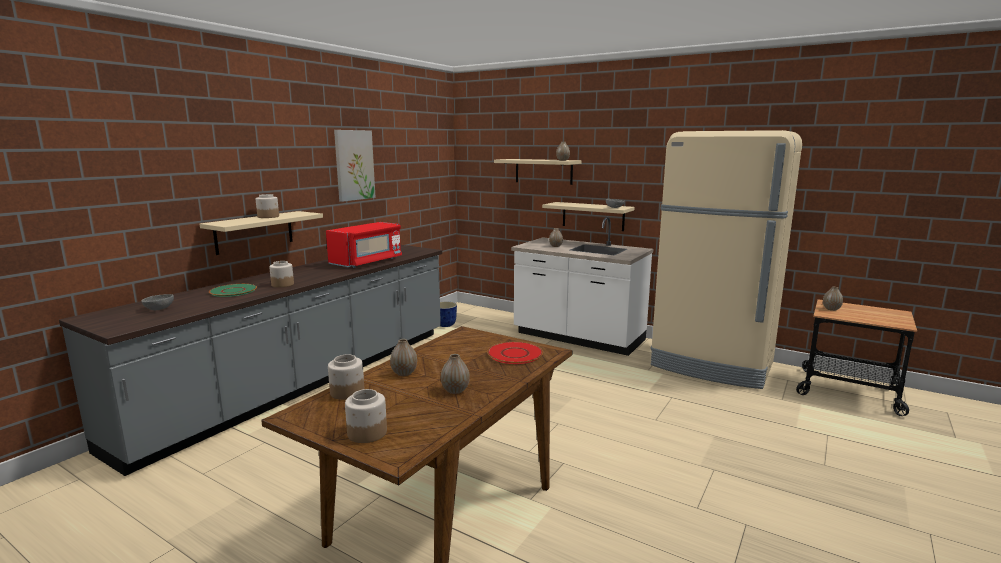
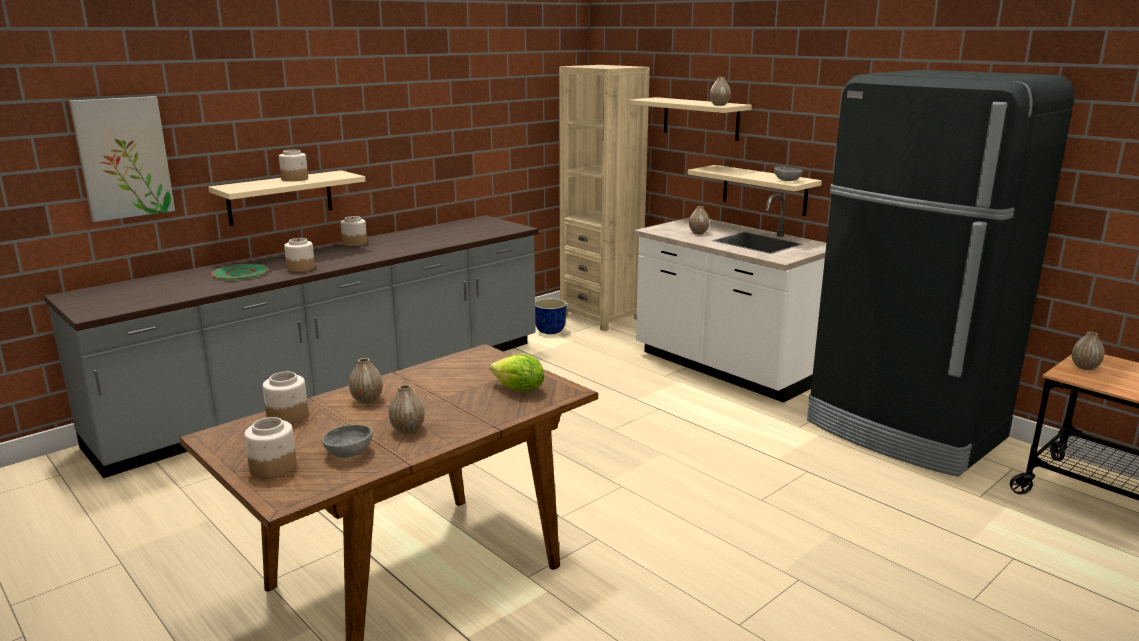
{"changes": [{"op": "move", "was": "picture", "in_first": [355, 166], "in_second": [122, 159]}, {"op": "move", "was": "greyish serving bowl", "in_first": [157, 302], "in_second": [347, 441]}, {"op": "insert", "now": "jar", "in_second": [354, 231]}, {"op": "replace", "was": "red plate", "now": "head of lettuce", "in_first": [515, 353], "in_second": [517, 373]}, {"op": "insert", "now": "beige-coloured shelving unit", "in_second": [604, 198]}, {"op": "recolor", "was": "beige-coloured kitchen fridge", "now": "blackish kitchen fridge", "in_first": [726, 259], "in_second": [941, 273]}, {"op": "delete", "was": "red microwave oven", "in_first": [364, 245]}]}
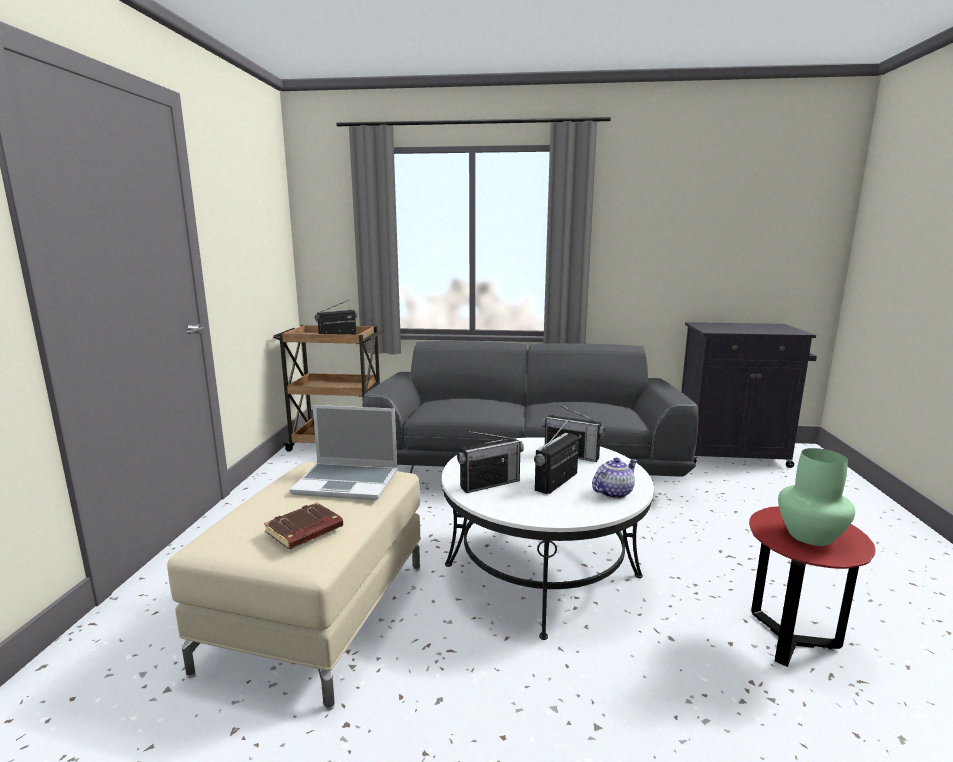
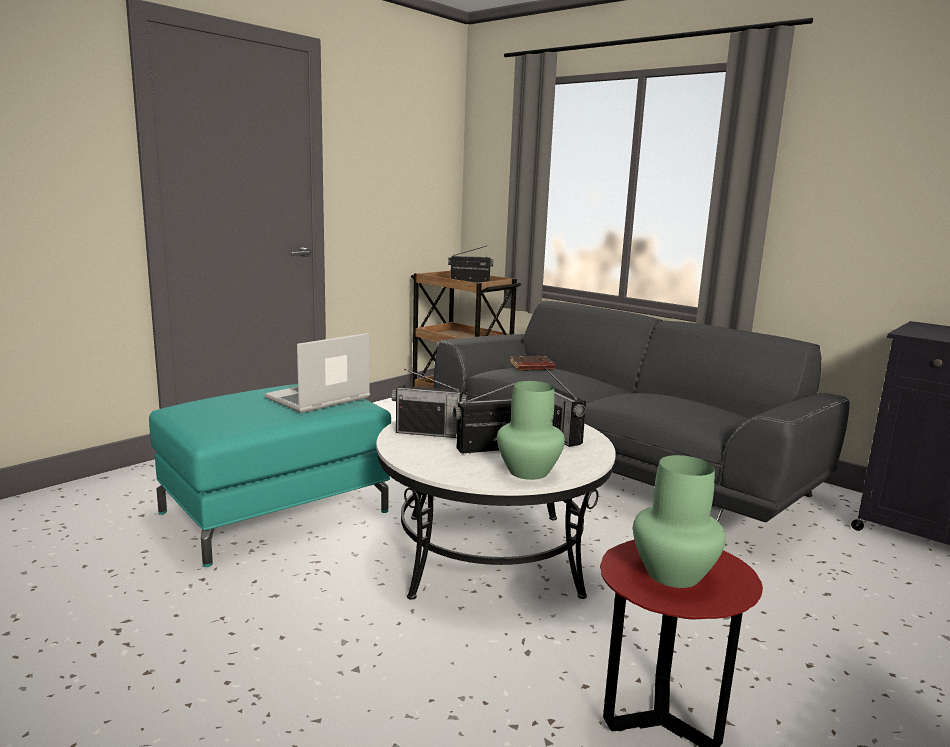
{"changes": [{"op": "recolor", "was": "beige-coloured ottoman", "now": "turquoise-coloured ottoman", "in_first": [294, 586], "in_second": [270, 475]}, {"op": "rotate", "was": "laptop", "in_first": [344, 452], "in_second": [317, 373], "clockwise": 90}, {"op": "replace", "was": "pot for tea", "now": "green-coloured flower vase", "in_first": [614, 478], "in_second": [531, 430]}, {"op": "move", "was": "brown book", "in_first": [303, 525], "in_second": [532, 362]}]}
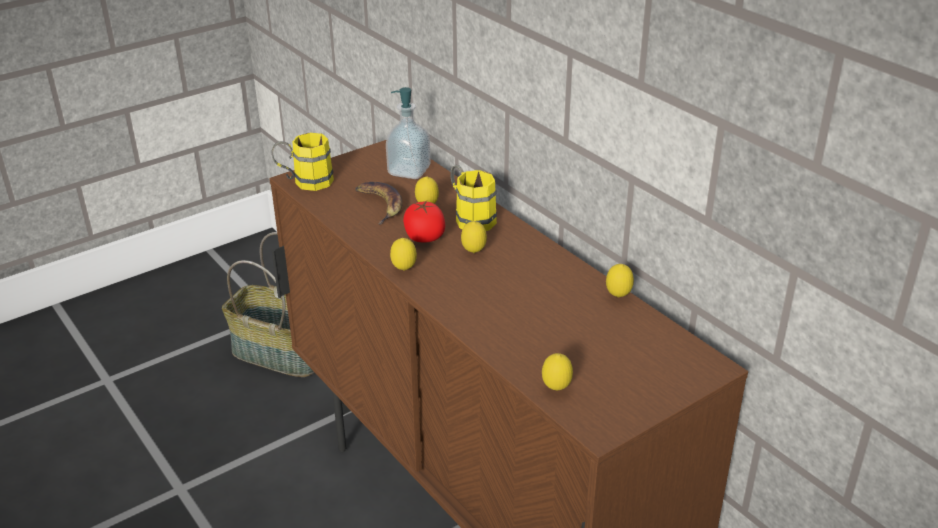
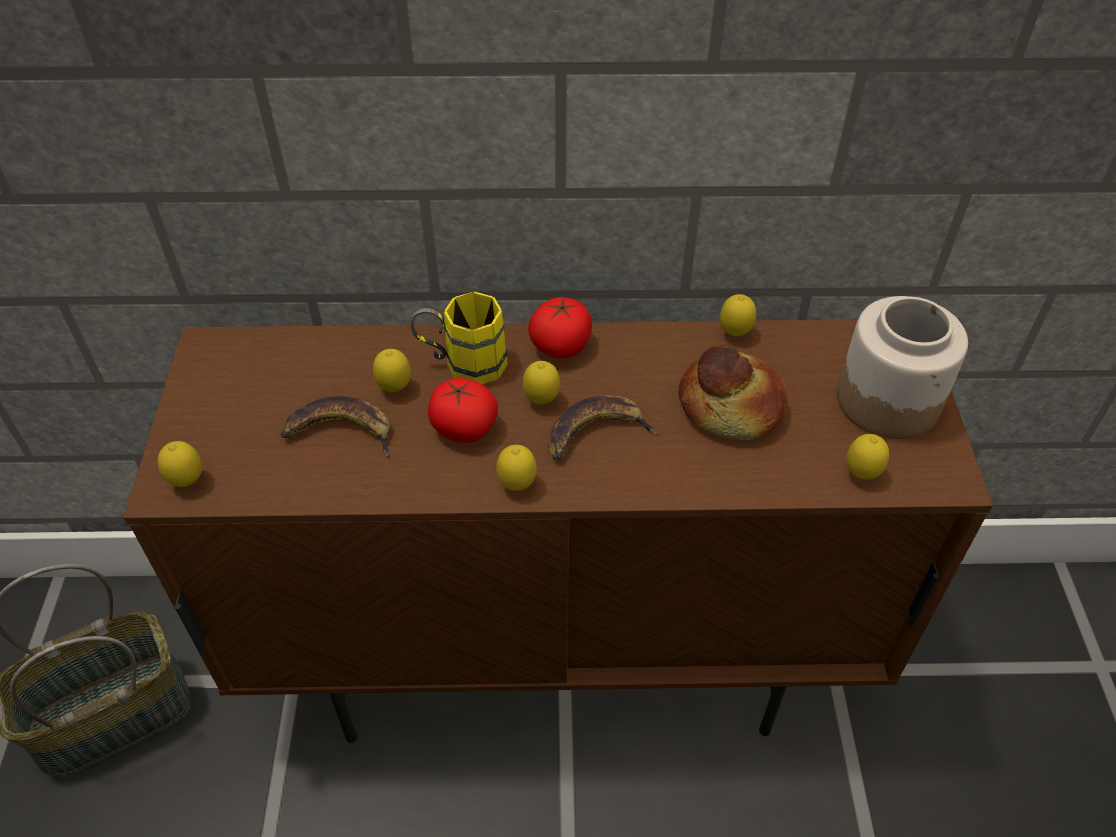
{"changes": [{"op": "replace", "was": "yellow coffee mug", "now": "lemon", "in_first": [303, 162], "in_second": [180, 464]}, {"op": "insert", "now": "whole tomato", "in_second": [560, 327]}, {"op": "insert", "now": "whole banana", "in_second": [603, 427]}, {"op": "insert", "now": "baked bread", "in_second": [733, 392]}, {"op": "insert", "now": "jar", "in_second": [902, 367]}, {"op": "delete", "was": "soap dispenser", "in_first": [408, 133]}]}
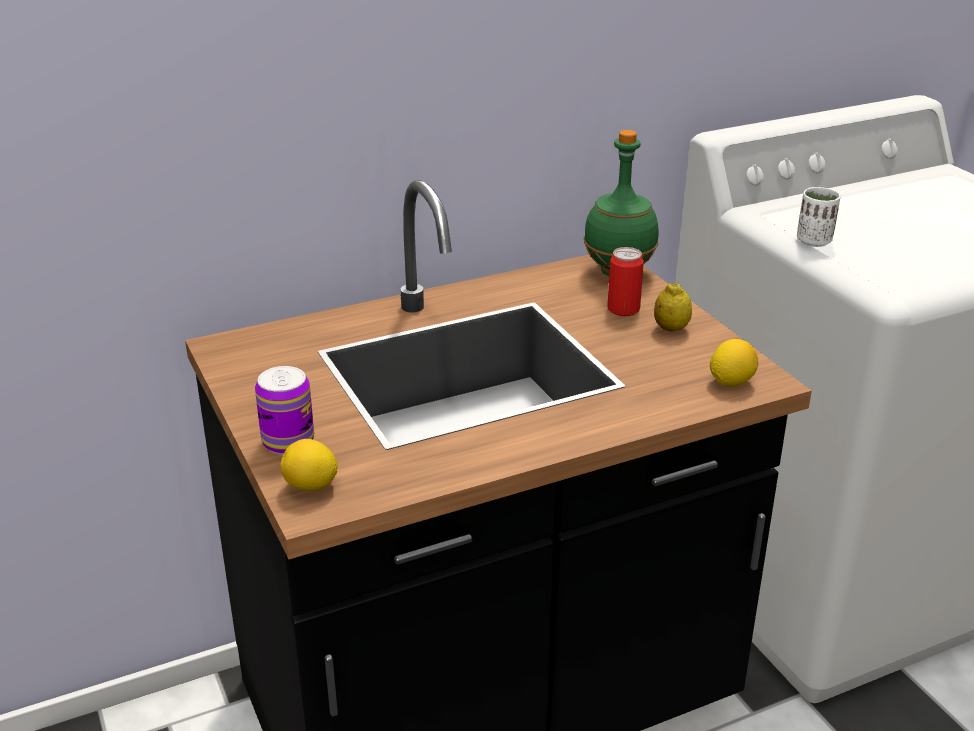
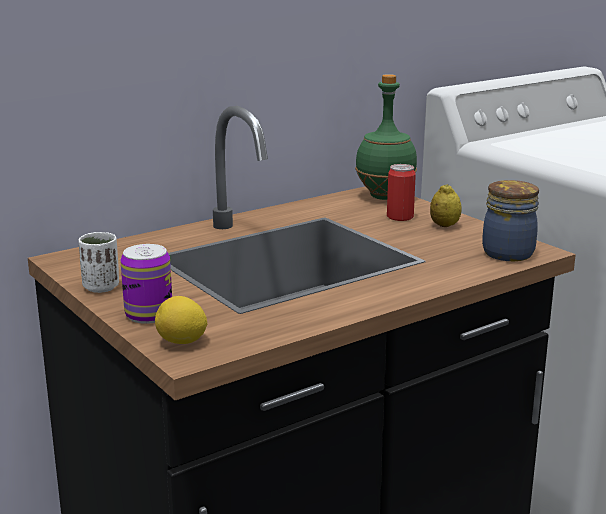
{"changes": [{"op": "move", "was": "white drinking cup", "in_first": [819, 217], "in_second": [98, 262]}, {"op": "replace", "was": "lemon", "now": "jar", "in_first": [734, 362], "in_second": [510, 220]}]}
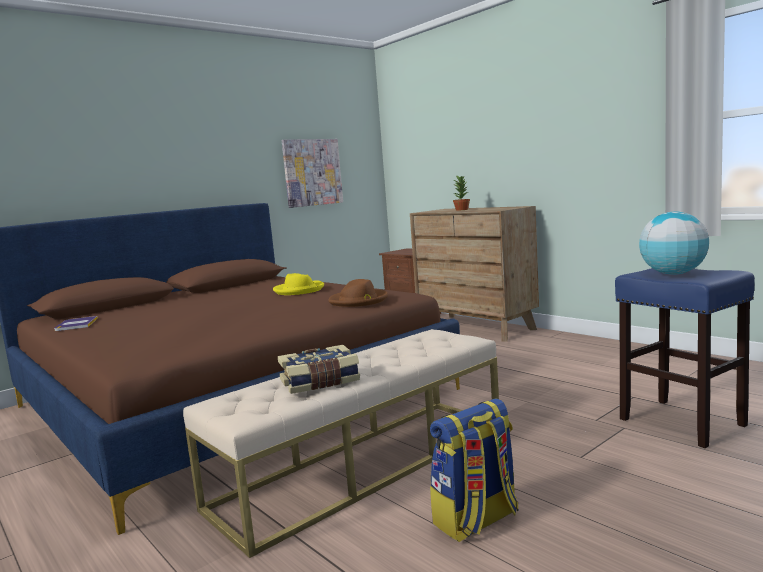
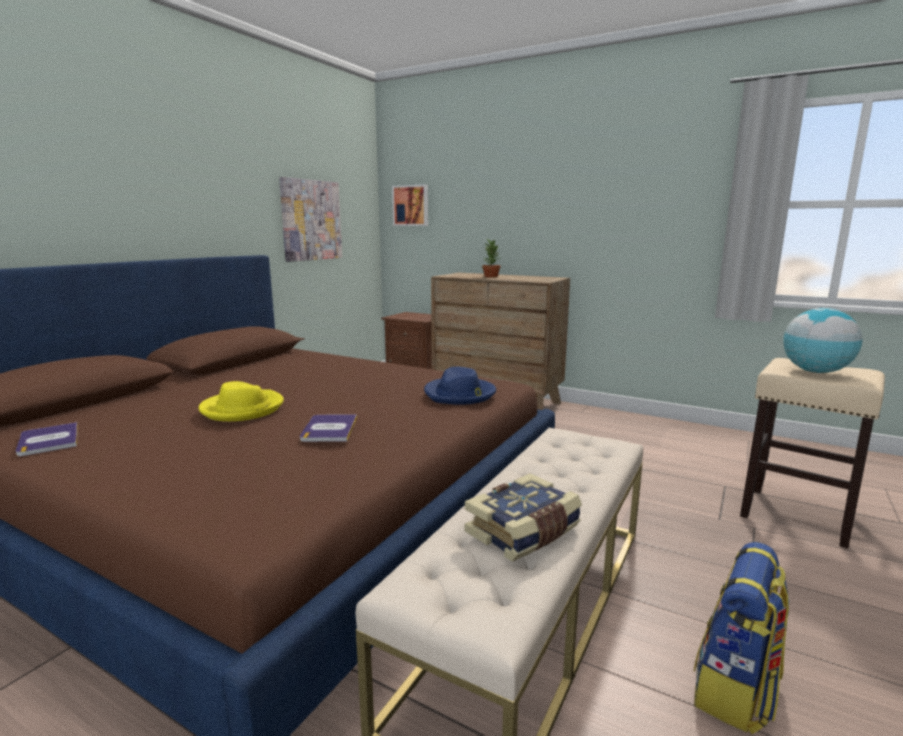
{"changes": [{"op": "move", "was": "yellow clothing hat", "in_first": [298, 284], "in_second": [241, 401]}, {"op": "insert", "now": "book", "in_second": [328, 428]}, {"op": "insert", "now": "picture", "in_second": [410, 205]}, {"op": "recolor", "was": "brown clothing hat", "now": "blue clothing hat", "in_first": [358, 293], "in_second": [460, 386]}, {"op": "recolor", "was": "blue stool", "now": "beige-coloured stool", "in_first": [685, 358], "in_second": [812, 453]}]}
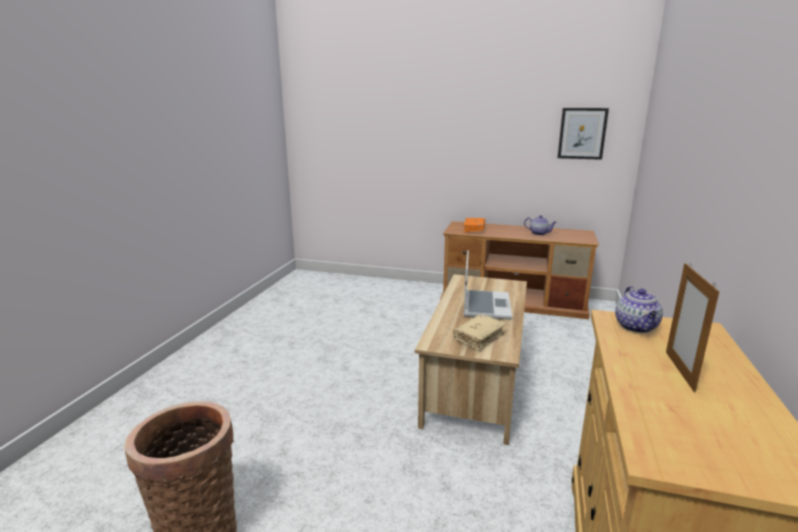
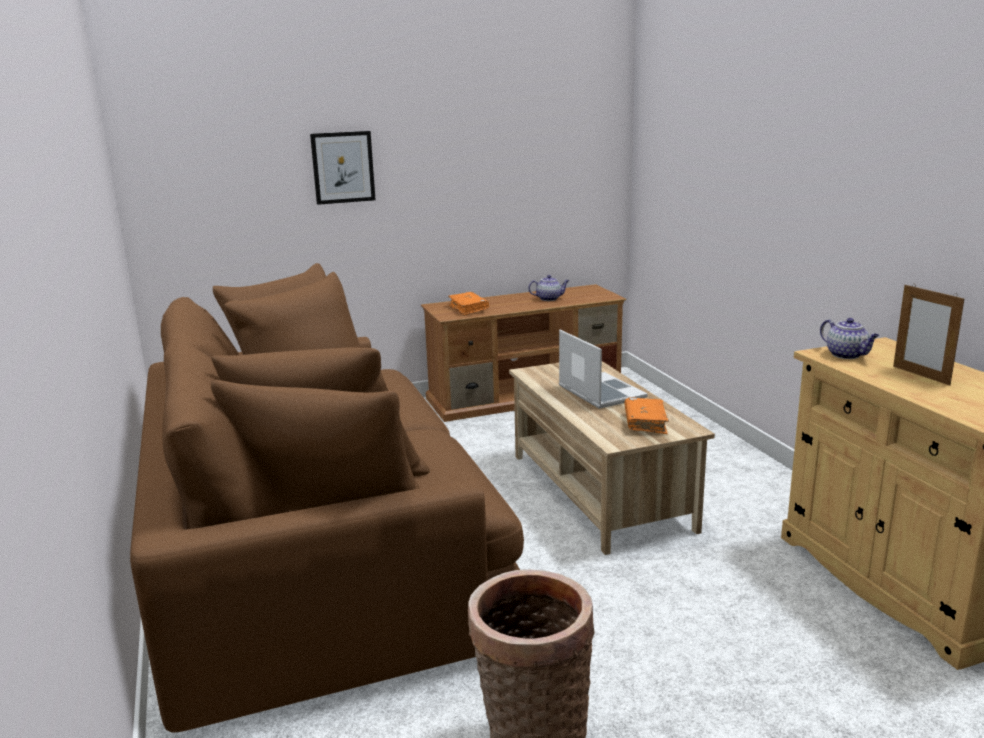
{"changes": [{"op": "insert", "now": "brown sofa", "in_second": [327, 497]}, {"op": "move", "was": "picture", "in_first": [583, 134], "in_second": [343, 168]}, {"op": "recolor", "was": "beige-coloured book", "now": "orange book", "in_first": [479, 332], "in_second": [646, 415]}]}
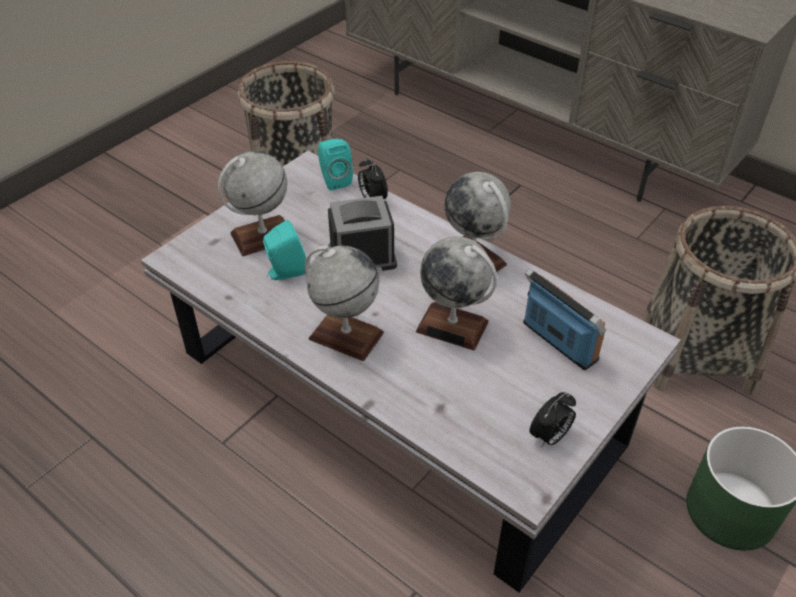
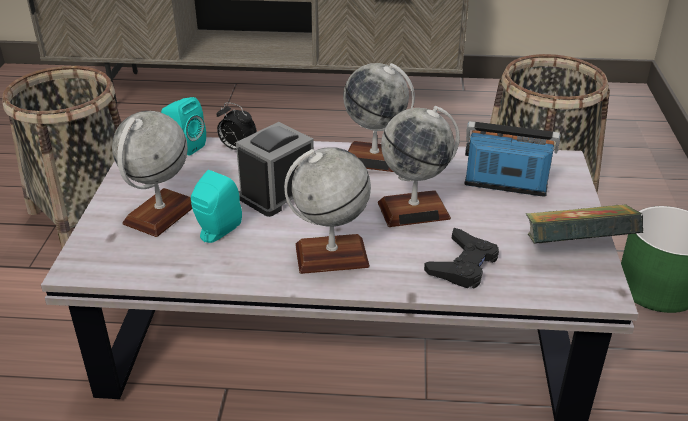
{"changes": [{"op": "insert", "now": "blackish game controller", "in_second": [461, 258]}, {"op": "replace", "was": "alarm clock", "now": "book", "in_first": [553, 419], "in_second": [584, 224]}]}
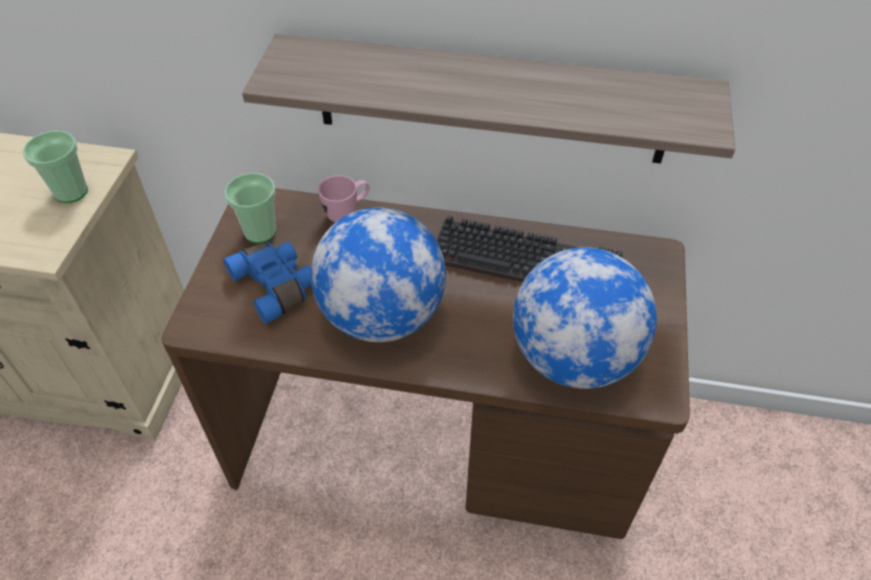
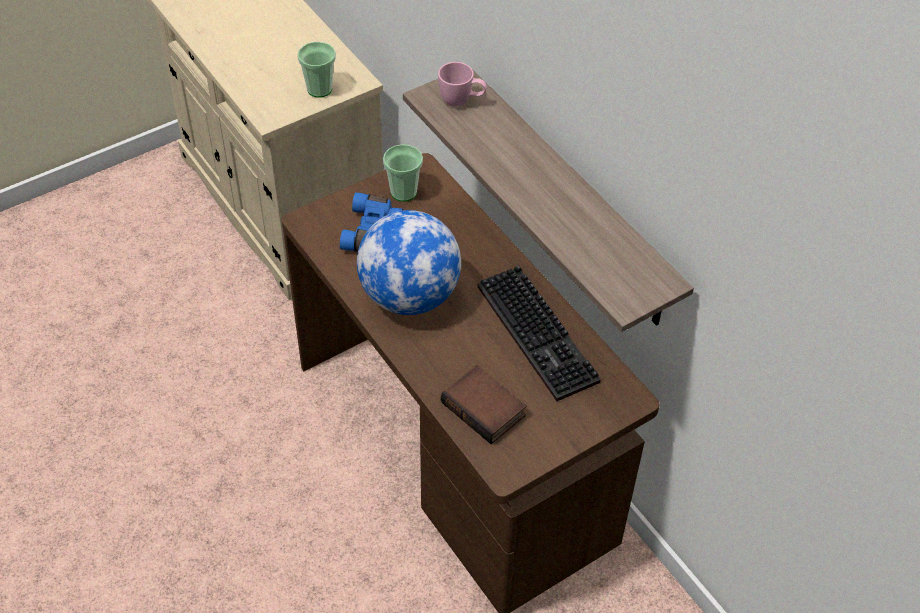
{"changes": [{"op": "move", "was": "pink coffee mug", "in_first": [344, 198], "in_second": [462, 84]}, {"op": "replace", "was": "desk globe", "now": "book", "in_first": [585, 318], "in_second": [484, 404]}]}
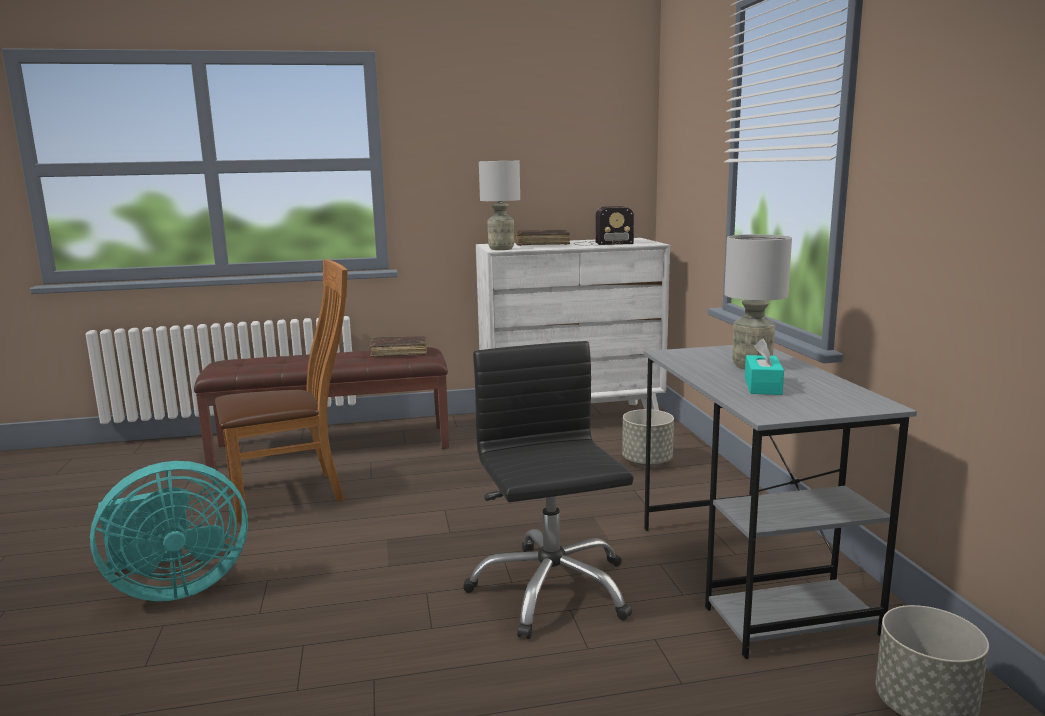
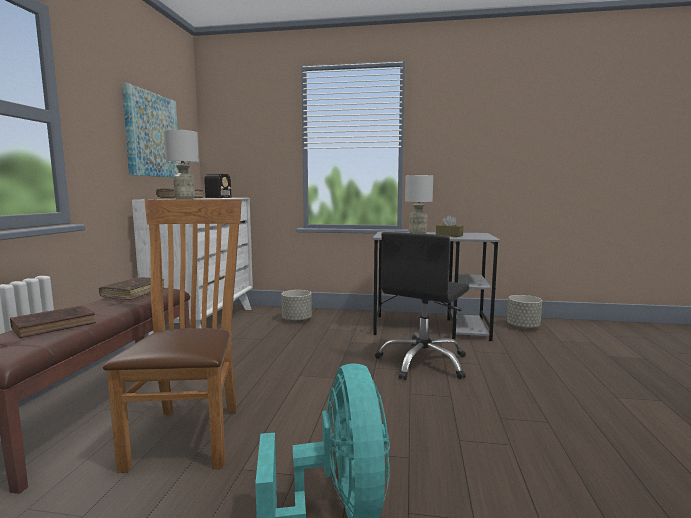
{"changes": [{"op": "insert", "now": "brown book", "in_second": [53, 321]}, {"op": "insert", "now": "picture", "in_second": [151, 130]}, {"op": "rotate", "was": "blackish computer chair", "in_first": [548, 490], "in_second": [422, 306], "clockwise": -60}, {"op": "recolor", "was": "turquoise-coloured box of tissues", "now": "brown box of tissues", "in_first": [764, 366], "in_second": [450, 226]}]}
